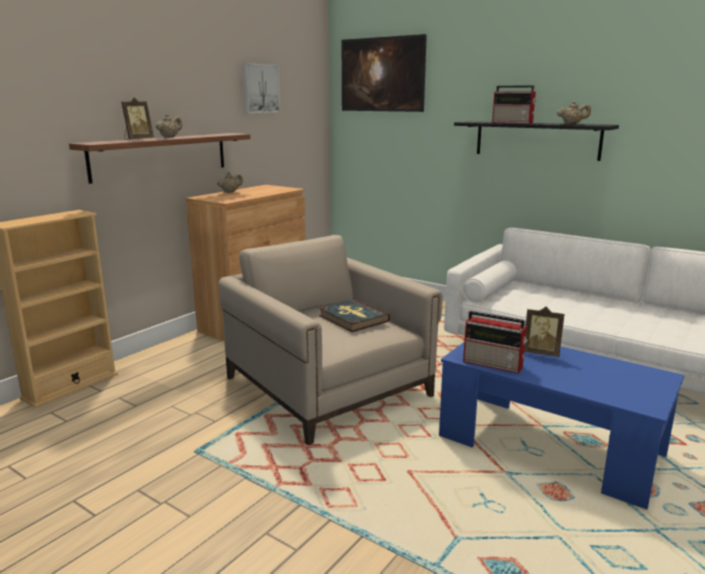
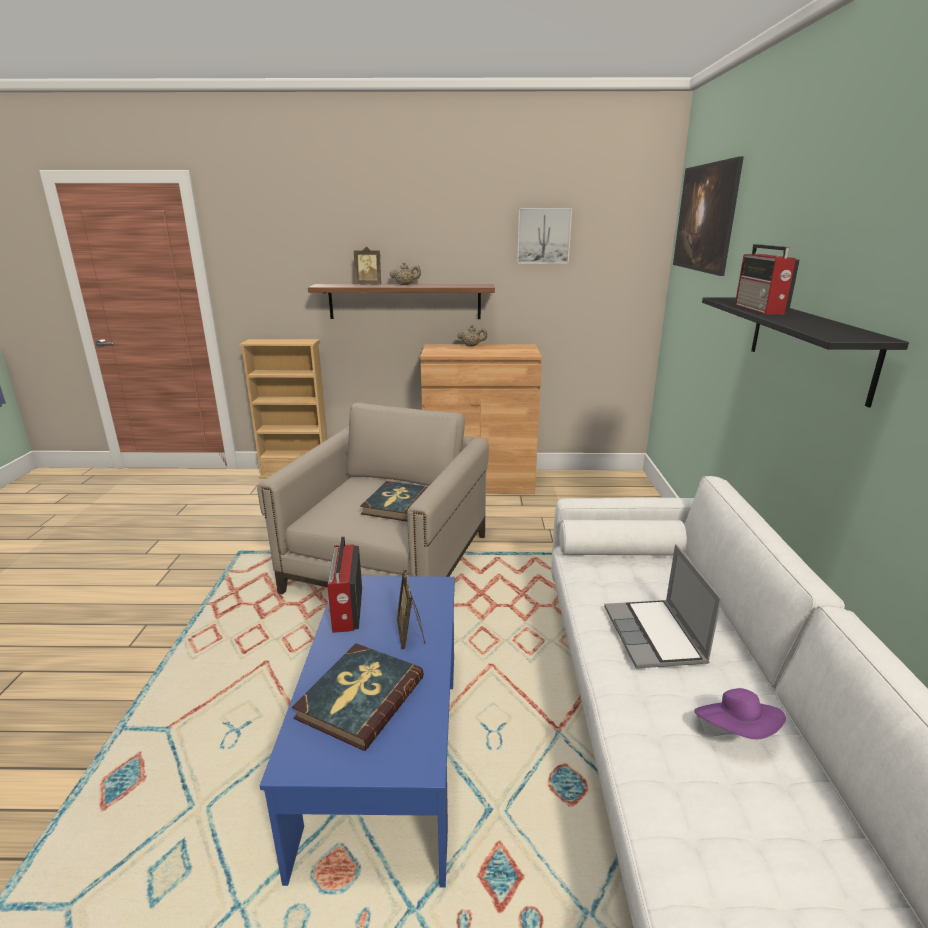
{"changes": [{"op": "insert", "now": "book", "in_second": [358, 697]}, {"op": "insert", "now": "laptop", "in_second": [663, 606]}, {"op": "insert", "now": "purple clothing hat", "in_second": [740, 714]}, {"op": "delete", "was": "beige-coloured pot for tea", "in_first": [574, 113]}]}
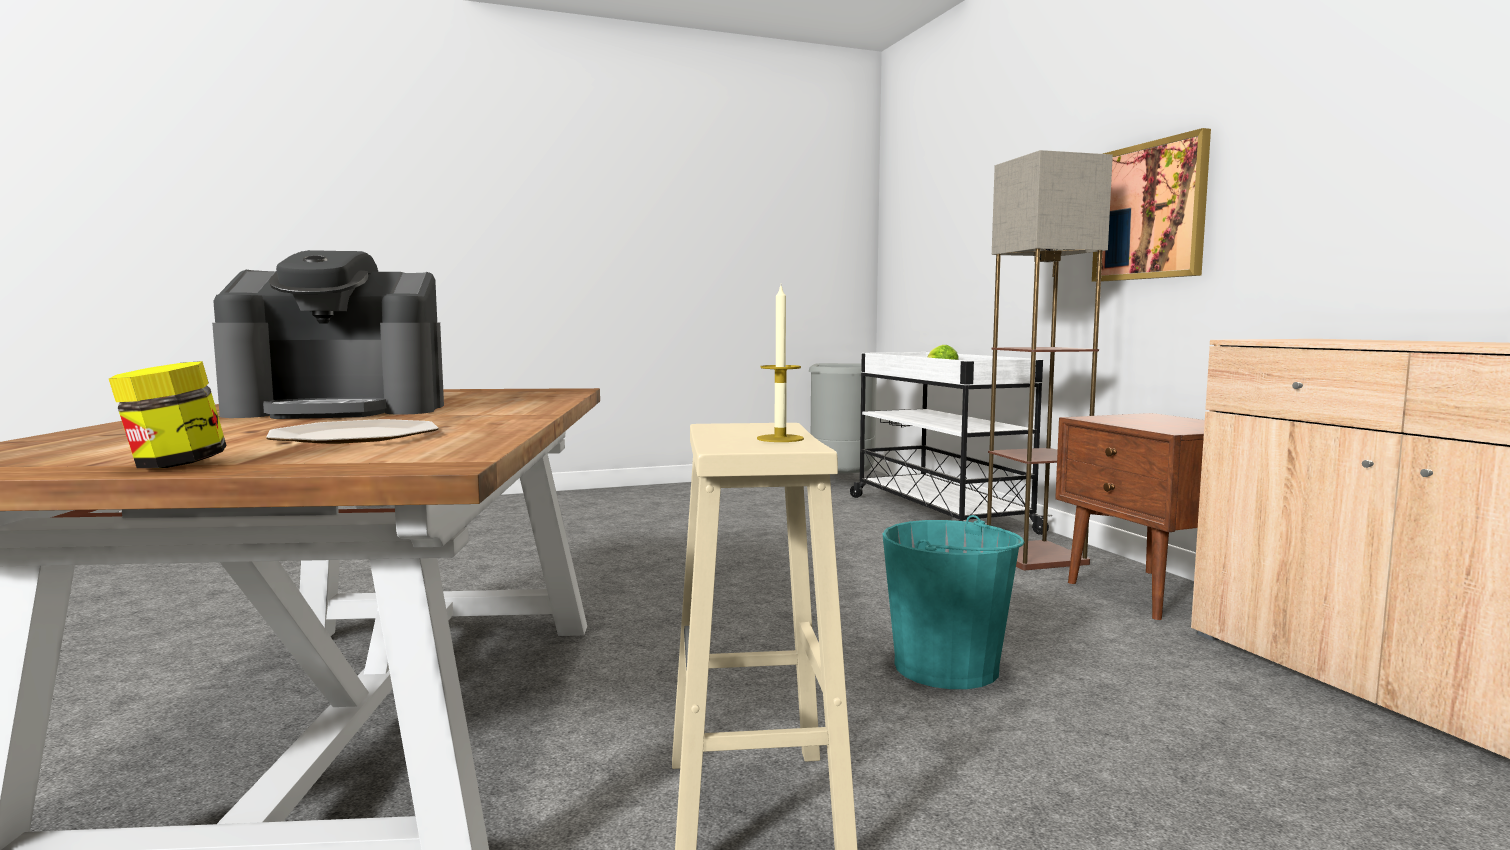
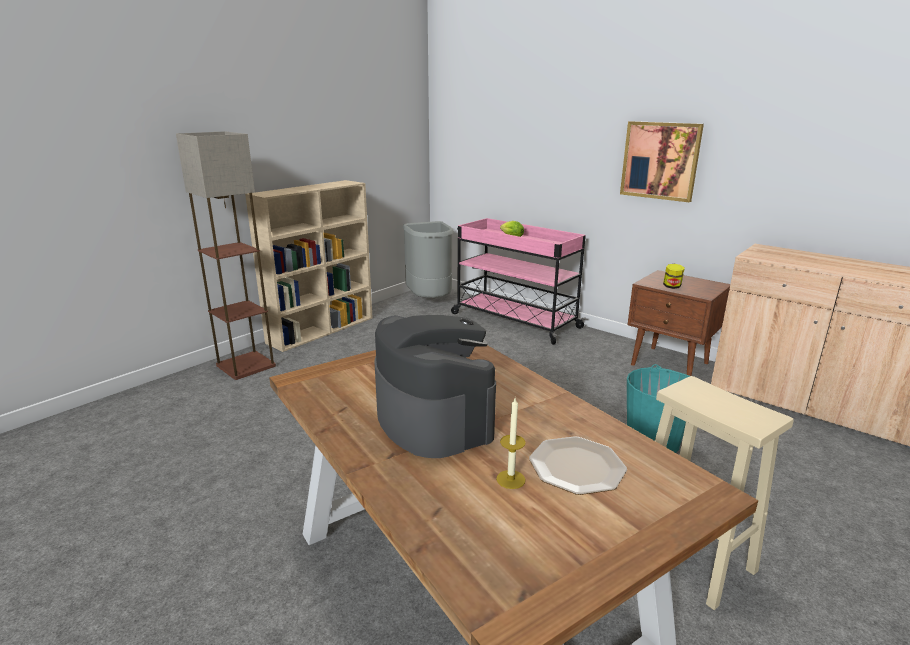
{"changes": [{"op": "move", "was": "floor lamp", "in_first": [1050, 360], "in_second": [226, 255]}, {"op": "insert", "now": "beige-coloured shelving unit", "in_second": [309, 266]}, {"op": "rotate", "was": "coffee brewer", "in_first": [328, 334], "in_second": [435, 386], "clockwise": -75}, {"op": "recolor", "was": "white trolley", "now": "pink trolley", "in_first": [951, 443], "in_second": [518, 281]}, {"op": "move", "was": "candle", "in_first": [780, 364], "in_second": [511, 443]}, {"op": "move", "was": "jar", "in_first": [168, 414], "in_second": [674, 276]}]}
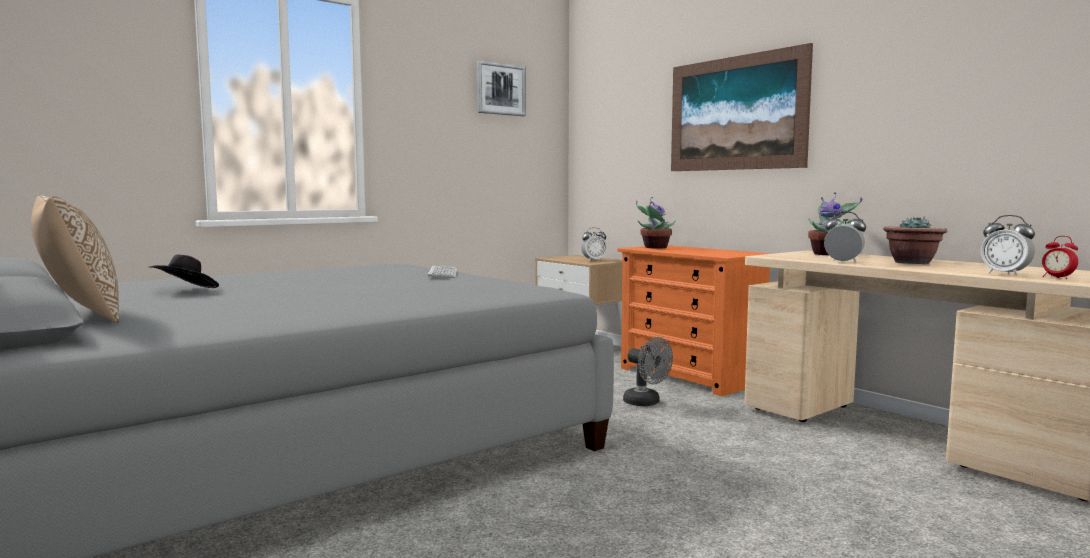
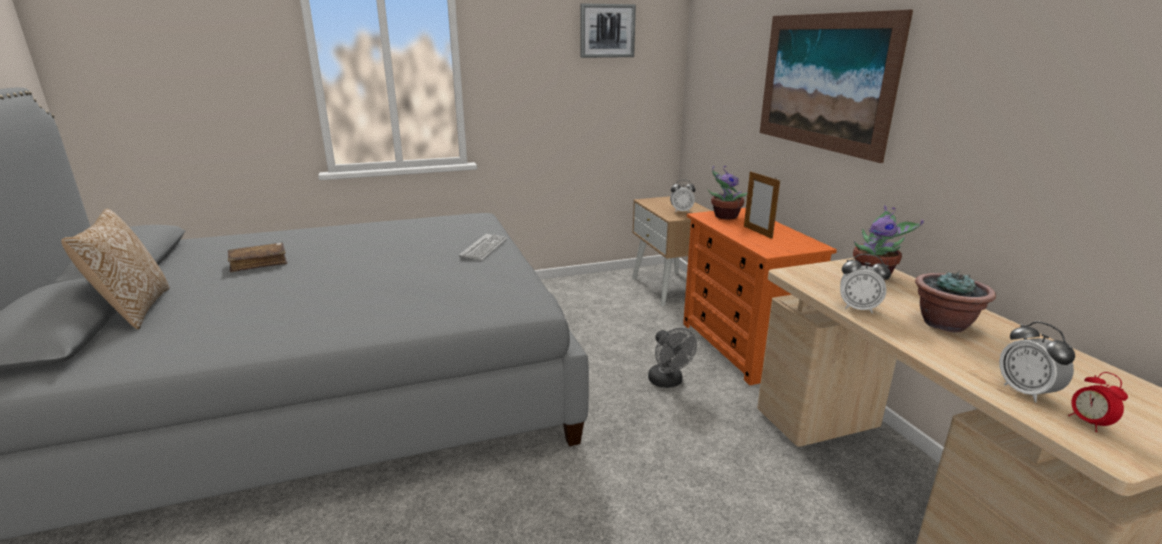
{"changes": [{"op": "replace", "was": "blackish clothing hat", "now": "brown book", "in_first": [184, 271], "in_second": [257, 257]}, {"op": "insert", "now": "picture frame", "in_second": [762, 205]}, {"op": "rotate", "was": "alarm clock", "in_first": [845, 237], "in_second": [865, 284], "clockwise": 150}]}
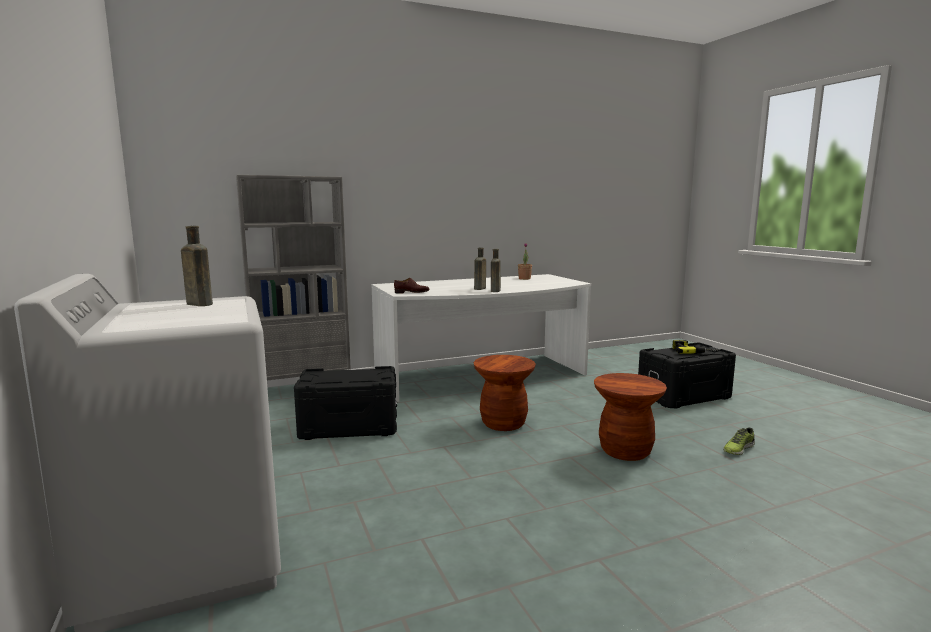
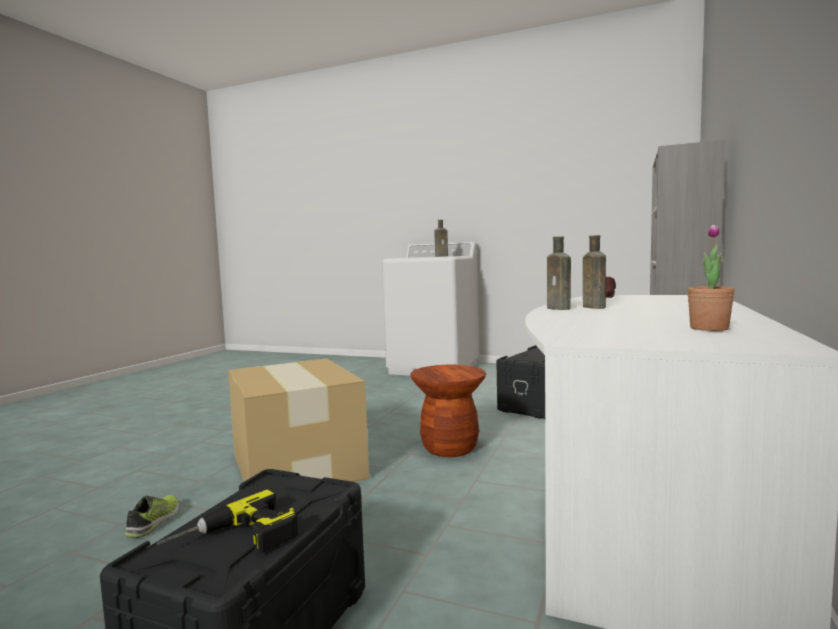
{"changes": [{"op": "replace", "was": "brown stool", "now": "carton", "in_first": [630, 417], "in_second": [298, 420]}]}
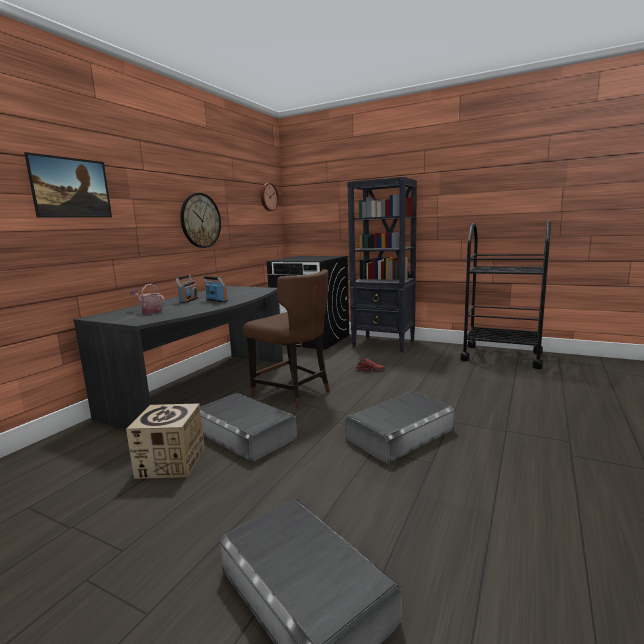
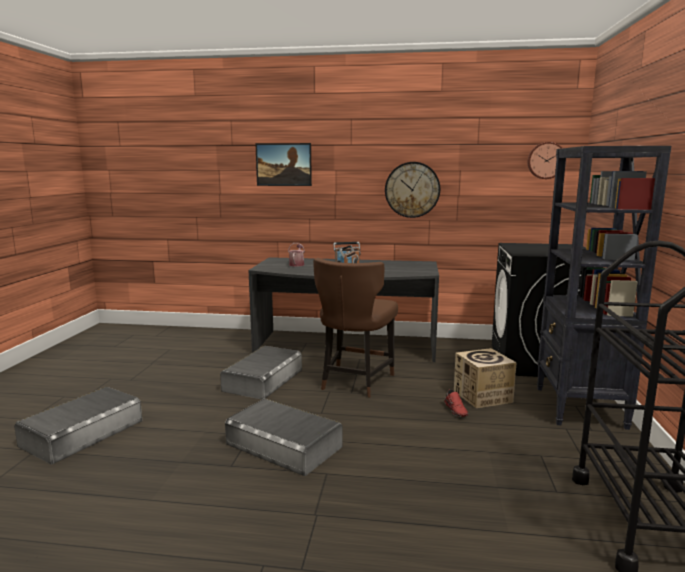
{"changes": [{"op": "move", "was": "carton", "in_first": [165, 441], "in_second": [485, 378]}]}
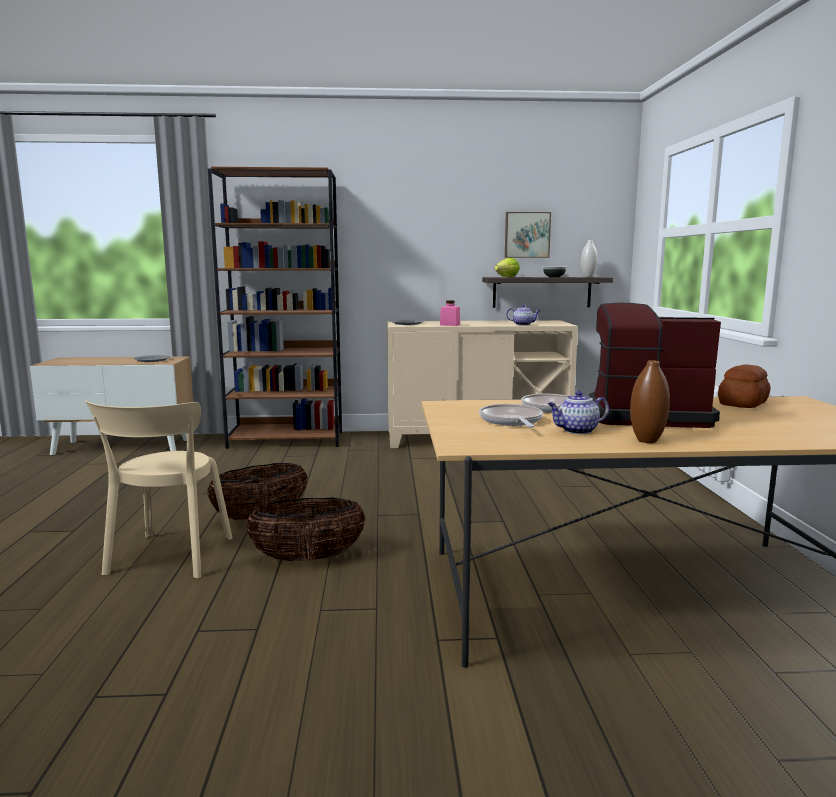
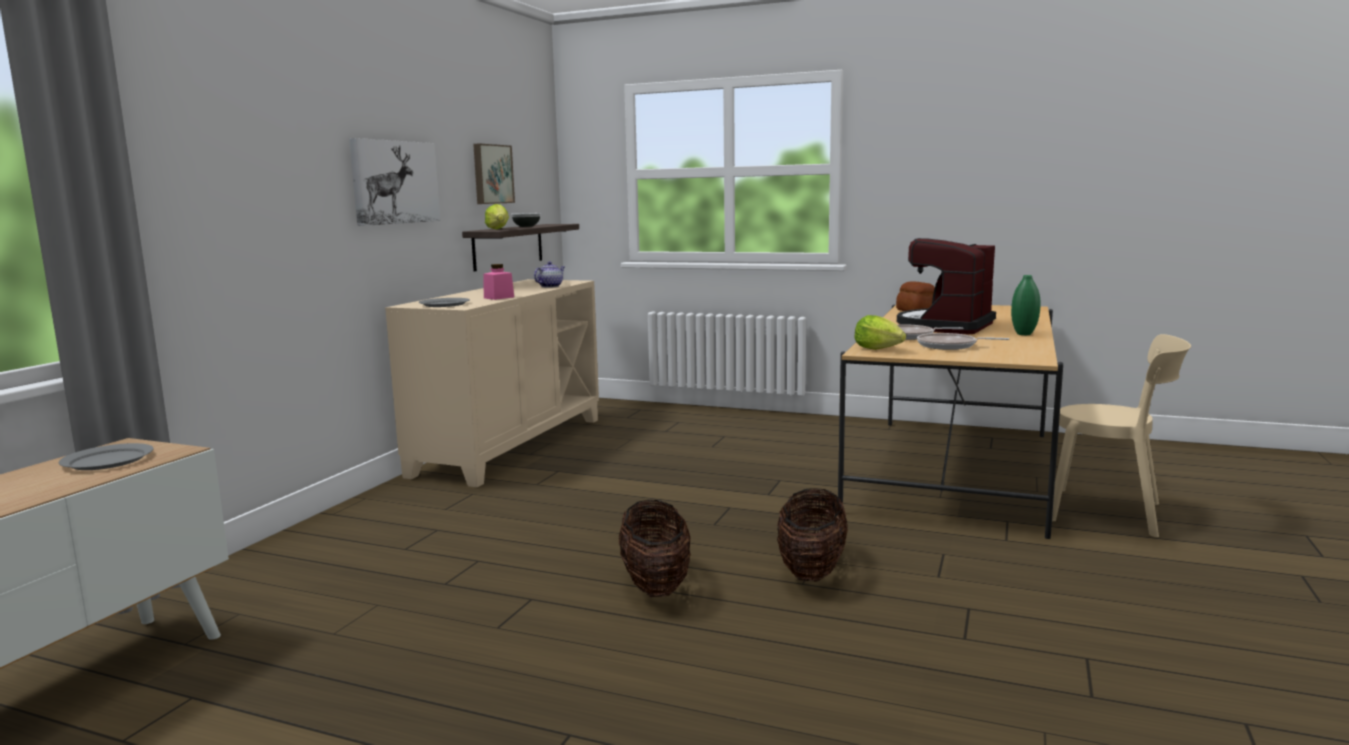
{"changes": [{"op": "insert", "now": "picture", "in_second": [394, 182]}, {"op": "insert", "now": "head of lettuce", "in_second": [880, 332]}, {"op": "recolor", "was": "brown flower vase", "now": "green-coloured flower vase", "in_first": [650, 401], "in_second": [1026, 305]}, {"op": "move", "was": "beige-coloured upright chair", "in_first": [158, 489], "in_second": [1121, 435]}, {"op": "delete", "was": "brown shelving unit", "in_first": [275, 308]}, {"op": "delete", "was": "pot for tea", "in_first": [578, 412]}, {"op": "delete", "was": "white flower vase", "in_first": [589, 258]}]}
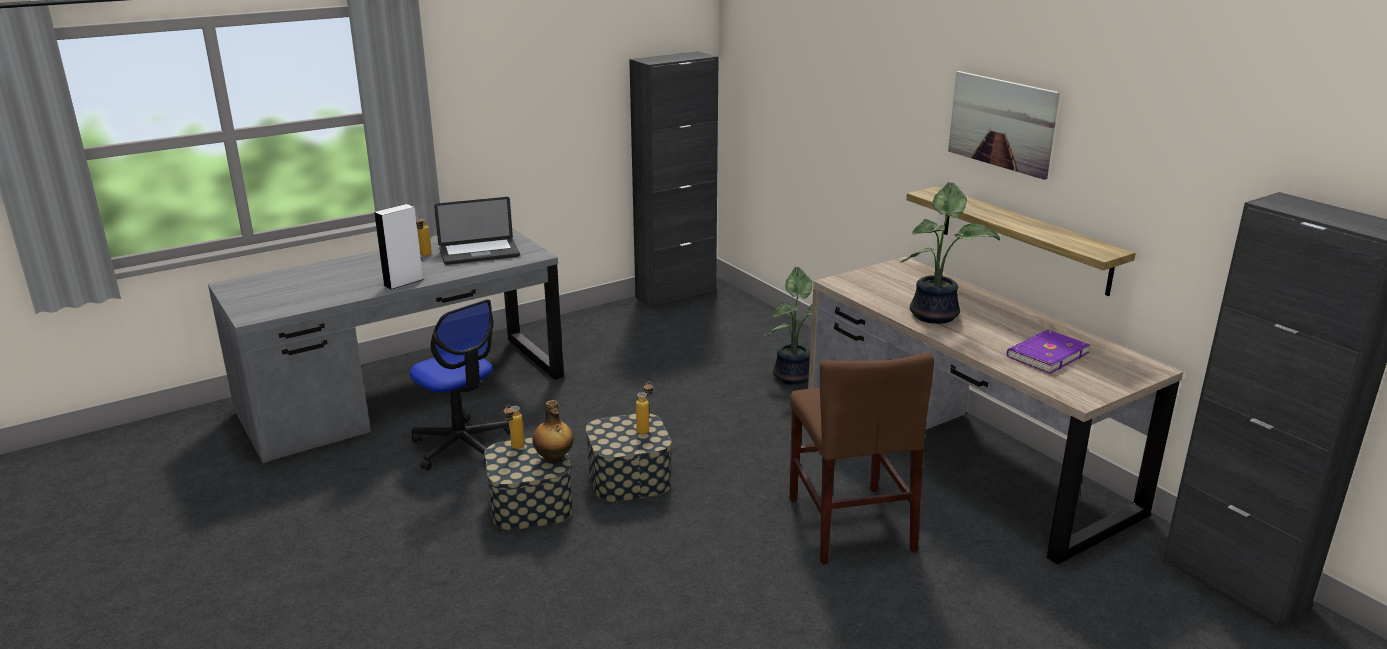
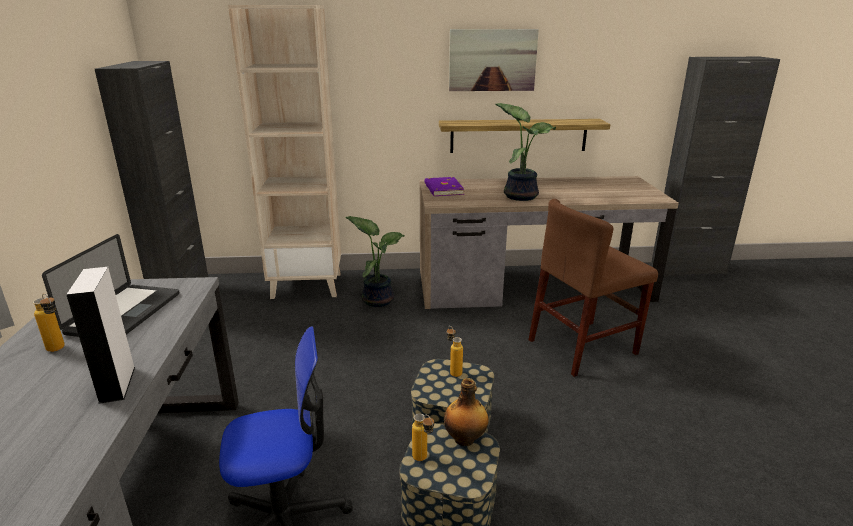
{"changes": [{"op": "insert", "now": "beige-coloured shelving unit", "in_second": [284, 152]}, {"op": "move", "was": "purple book", "in_first": [1048, 352], "in_second": [444, 186]}, {"op": "rotate", "was": "brown upright chair", "in_first": [861, 458], "in_second": [593, 288], "clockwise": 135}]}
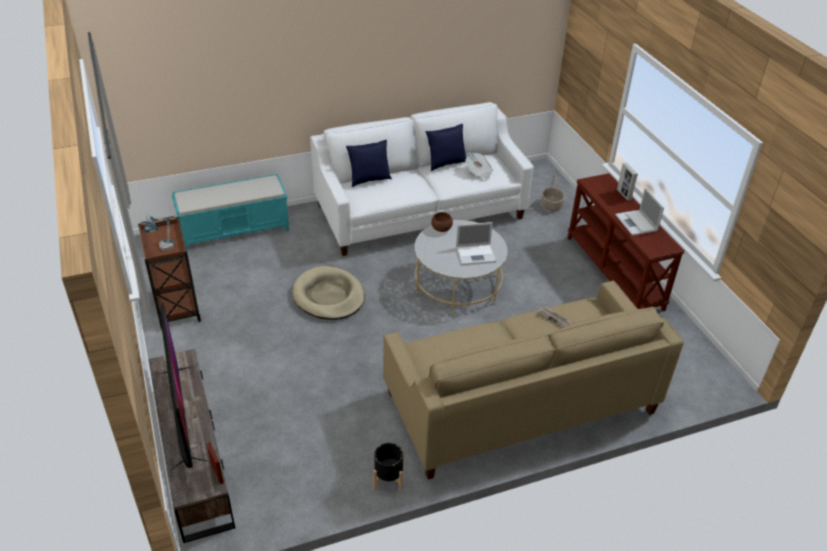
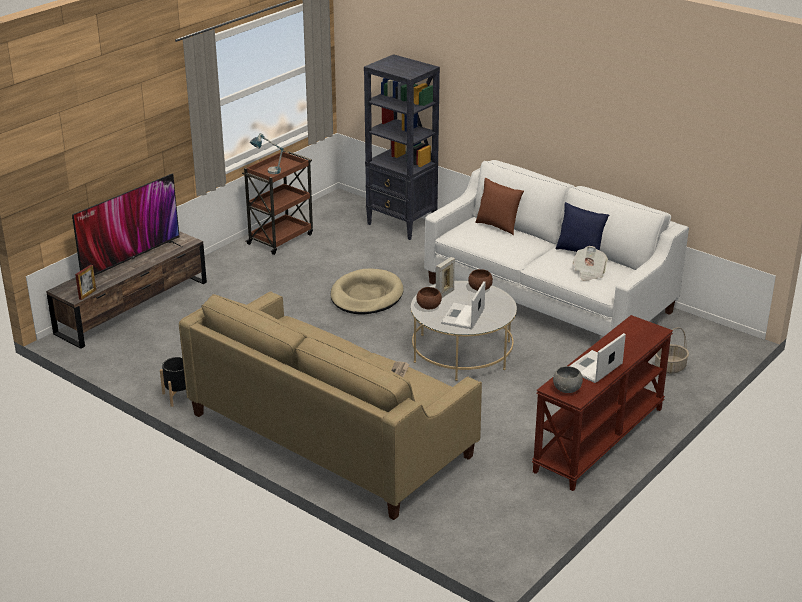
{"changes": [{"op": "replace", "was": "turquoise-coloured indoor bench", "now": "blackish shelving unit", "in_first": [230, 212], "in_second": [402, 147]}, {"op": "insert", "now": "brown serving bowl", "in_second": [429, 298]}, {"op": "move", "was": "picture frame", "in_first": [627, 182], "in_second": [445, 277]}, {"op": "rotate", "was": "laptop", "in_first": [476, 243], "in_second": [463, 305], "clockwise": 60}, {"op": "recolor", "was": "blue pillow", "now": "brown pillow", "in_first": [369, 163], "in_second": [499, 206]}, {"op": "insert", "now": "greyish serving bowl", "in_second": [568, 379]}]}
